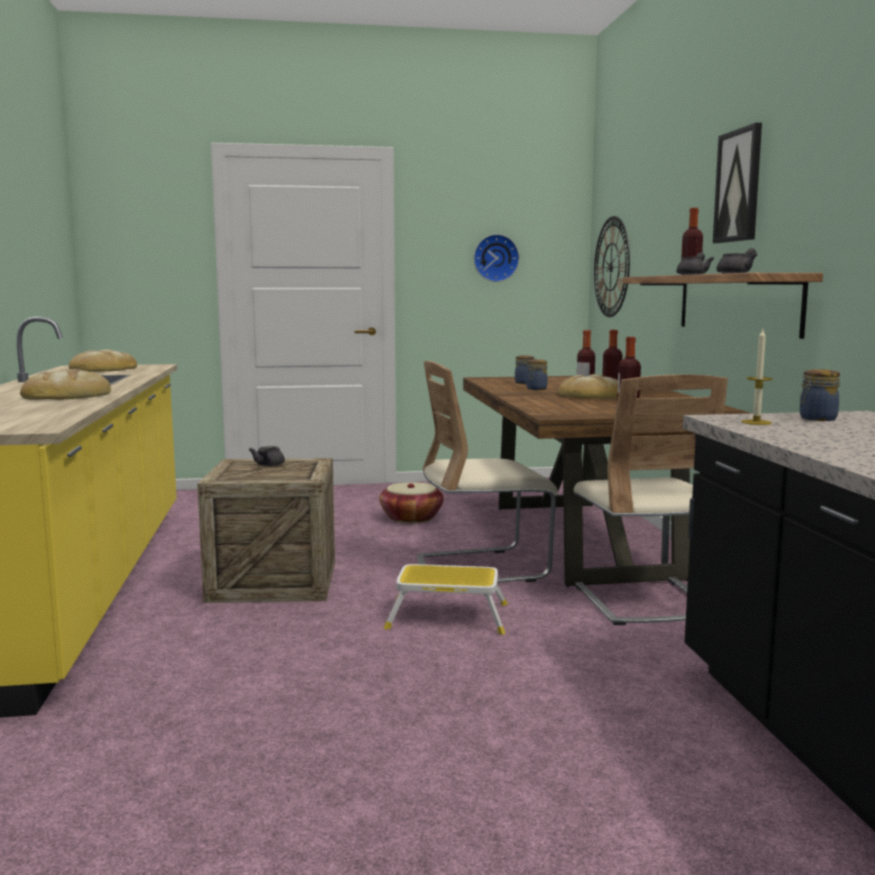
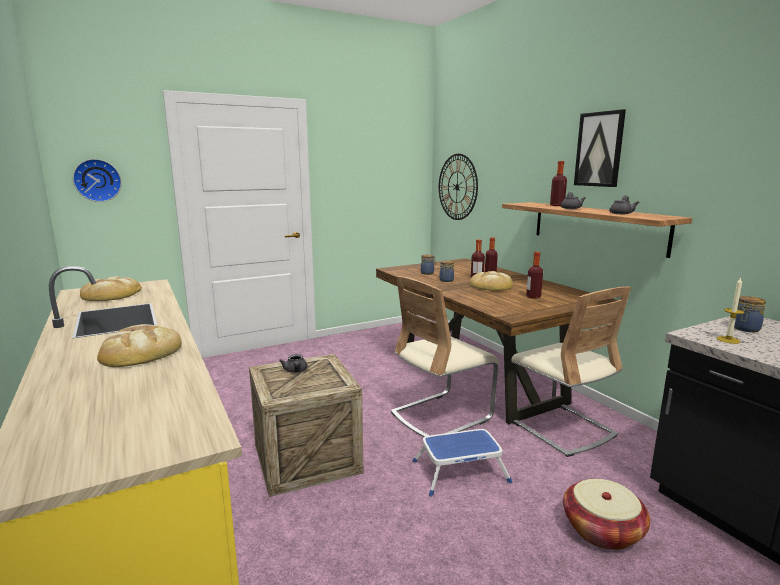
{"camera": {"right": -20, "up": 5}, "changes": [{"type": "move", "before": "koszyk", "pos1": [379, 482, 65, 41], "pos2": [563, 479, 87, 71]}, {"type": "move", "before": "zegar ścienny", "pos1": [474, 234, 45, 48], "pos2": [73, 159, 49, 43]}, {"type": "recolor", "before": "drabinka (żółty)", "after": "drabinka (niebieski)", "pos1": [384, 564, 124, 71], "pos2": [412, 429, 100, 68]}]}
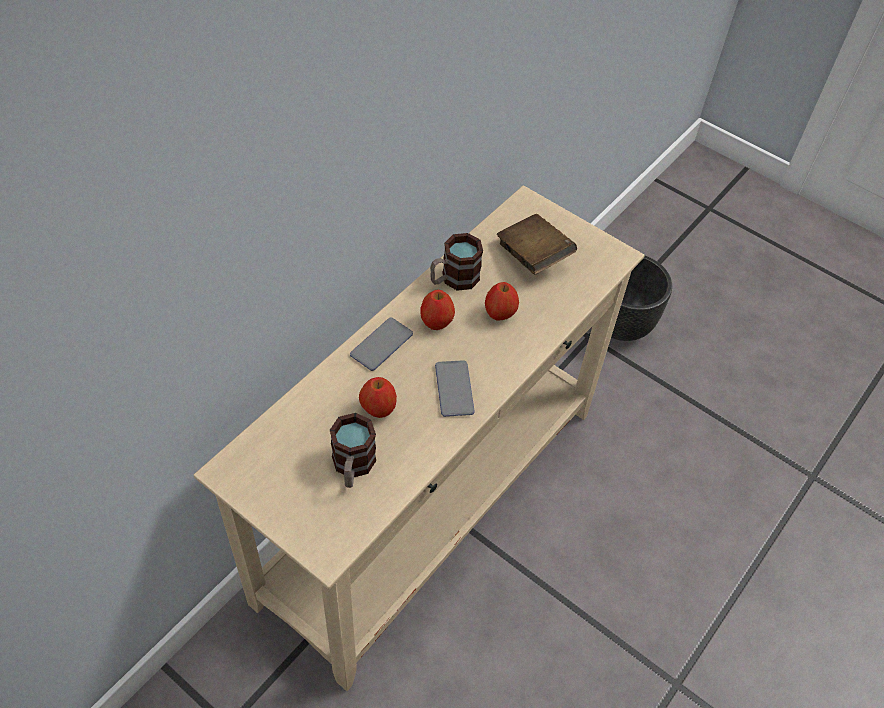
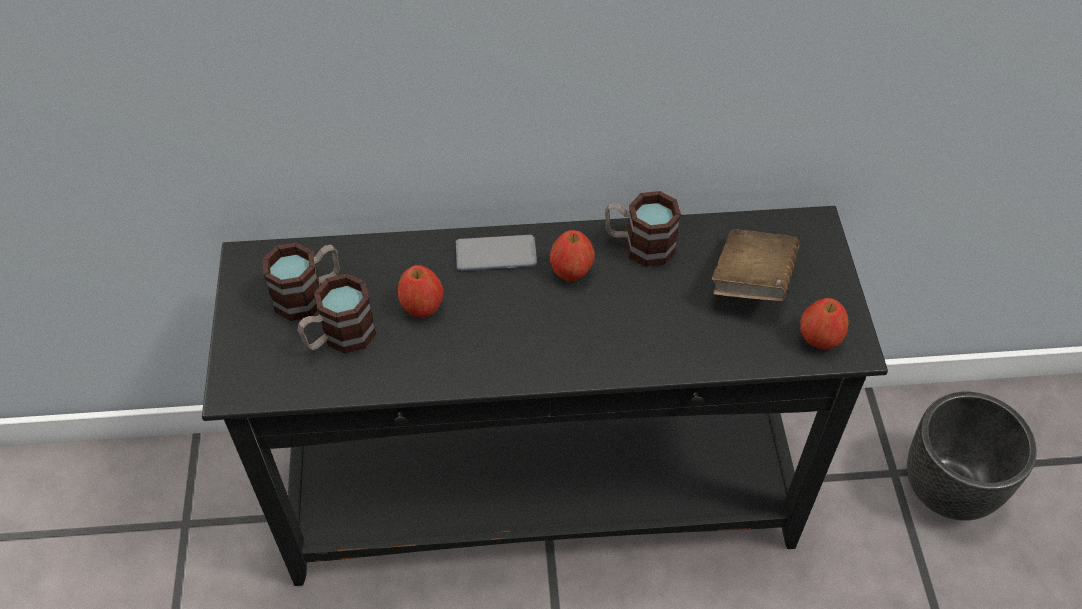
{"camera": {"right": 50, "up": 0}, "changes": [{"type": "delete", "before": "telefon", "pos1": [435, 360, 40, 57]}, {"type": "insert", "after": "kubek", "pos2": [262, 242, 78, 79]}, {"type": "move", "before": "jabłko", "pos1": [485, 282, 34, 38], "pos2": [800, 298, 49, 51]}, {"type": "recolor", "before": "stolik konsolowy (beżowy)", "after": "stolik konsolowy (czarny)", "pos1": [194, 185, 451, 506], "pos2": [202, 206, 686, 380]}]}
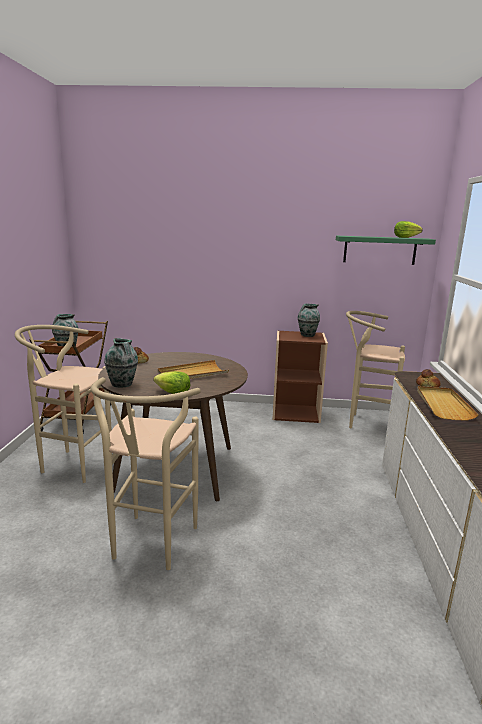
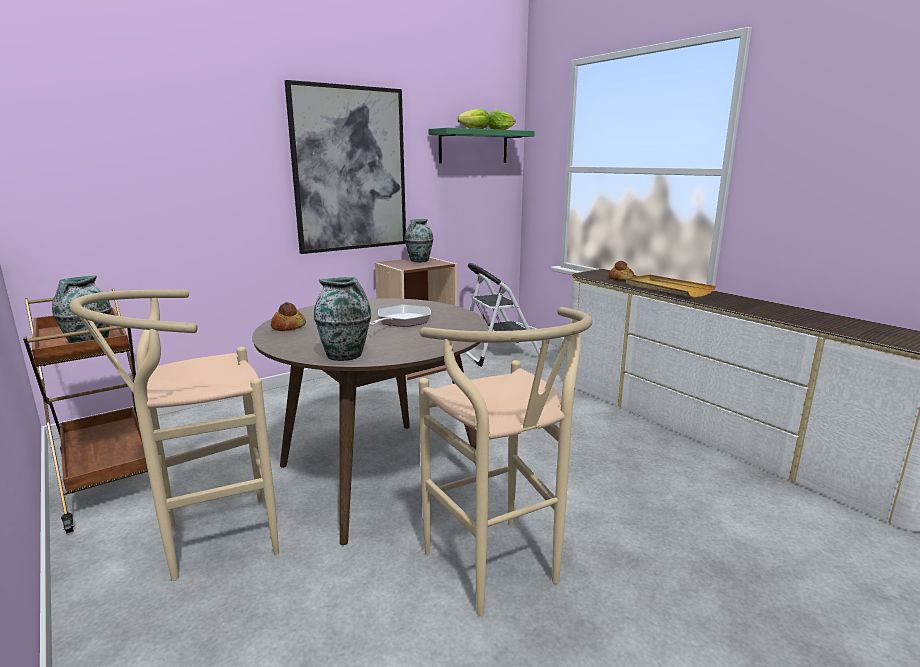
{"camera": {"right": -40, "up": 0}, "changes": [{"type": "insert", "after": "obraz", "pos2": [285, 80, 121, 174]}, {"type": "move", "before": "sałata", "pos1": [154, 371, 36, 23], "pos2": [457, 109, 32, 20]}, {"type": "replace", "before": "taca (beżowy)", "after": "patelnia", "pos1": [158, 360, 71, 19], "pos2": [369, 304, 62, 23]}, {"type": "replace", "before": "stołek (beżowy)", "after": "drabinka", "pos1": [346, 311, 59, 117], "pos2": [465, 263, 75, 104]}]}
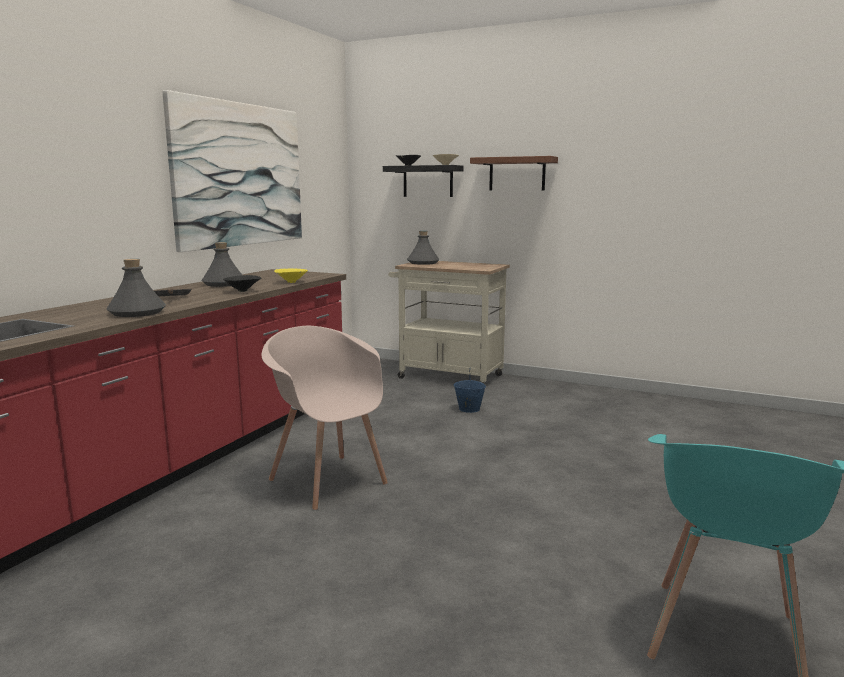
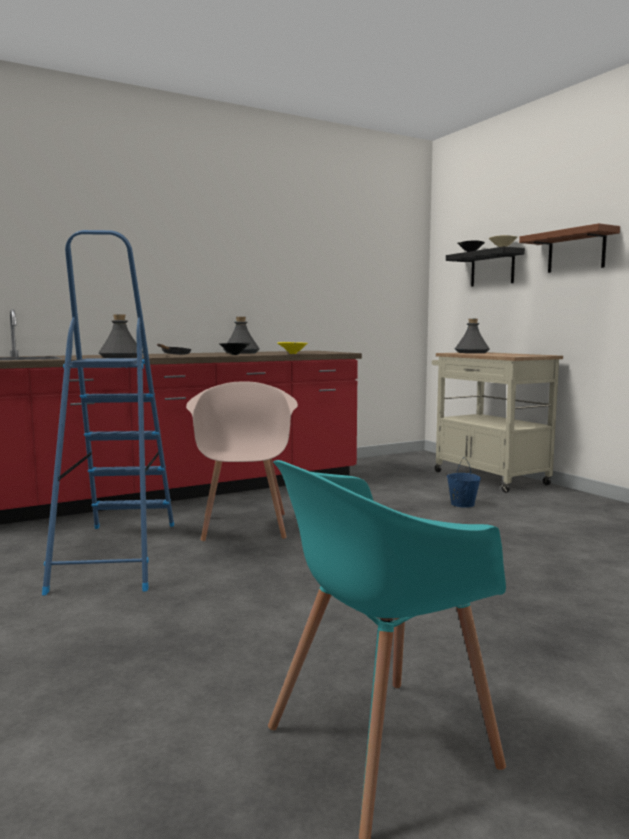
{"camera": {"right": 35, "up": -5}, "changes": [{"type": "delete", "before": "obraz", "pos1": [162, 90, 140, 162]}, {"type": "insert", "after": "drabinka (niebieski)", "pos2": [42, 230, 132, 365]}]}
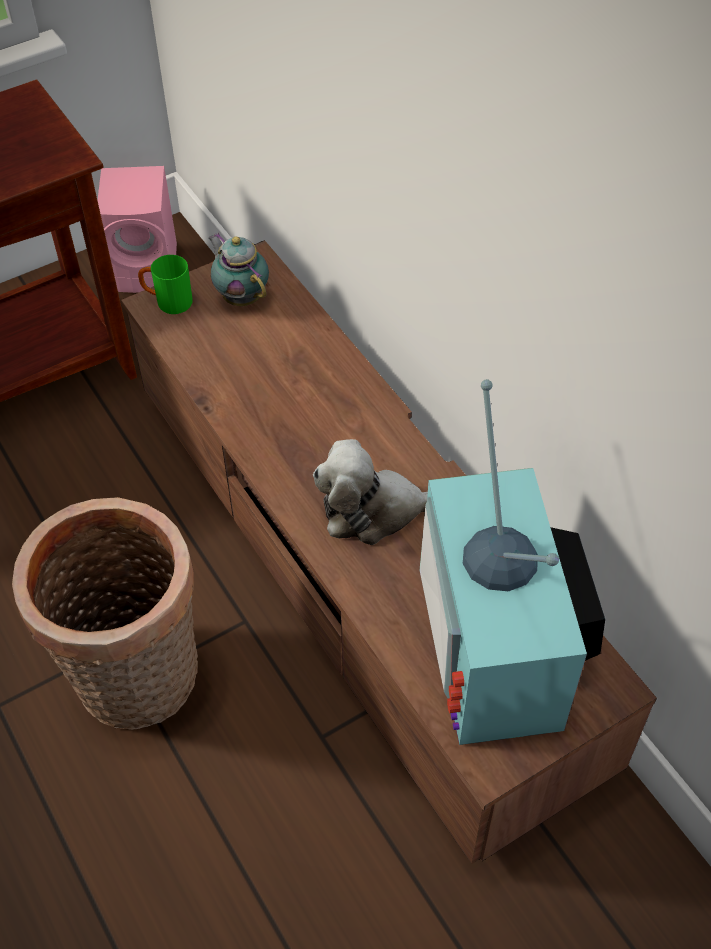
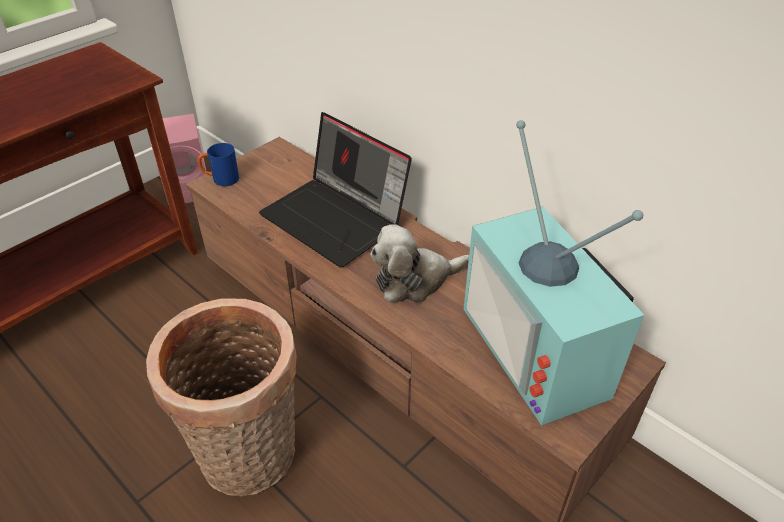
{"camera": {"right": -15, "up": -10}, "changes": [{"type": "delete", "before": "imbryk", "pos1": [209, 233, 60, 73]}, {"type": "insert", "after": "laptop", "pos2": [259, 112, 153, 155]}, {"type": "recolor", "before": "kubek (zielony)", "after": "kubek (niebieski)", "pos1": [138, 255, 55, 59], "pos2": [198, 143, 41, 44]}]}
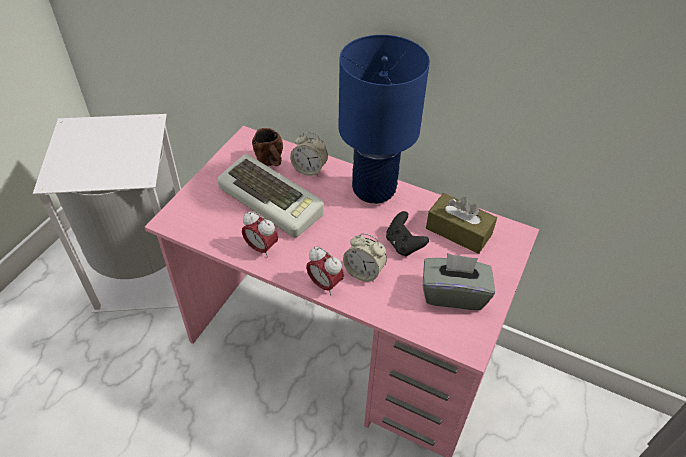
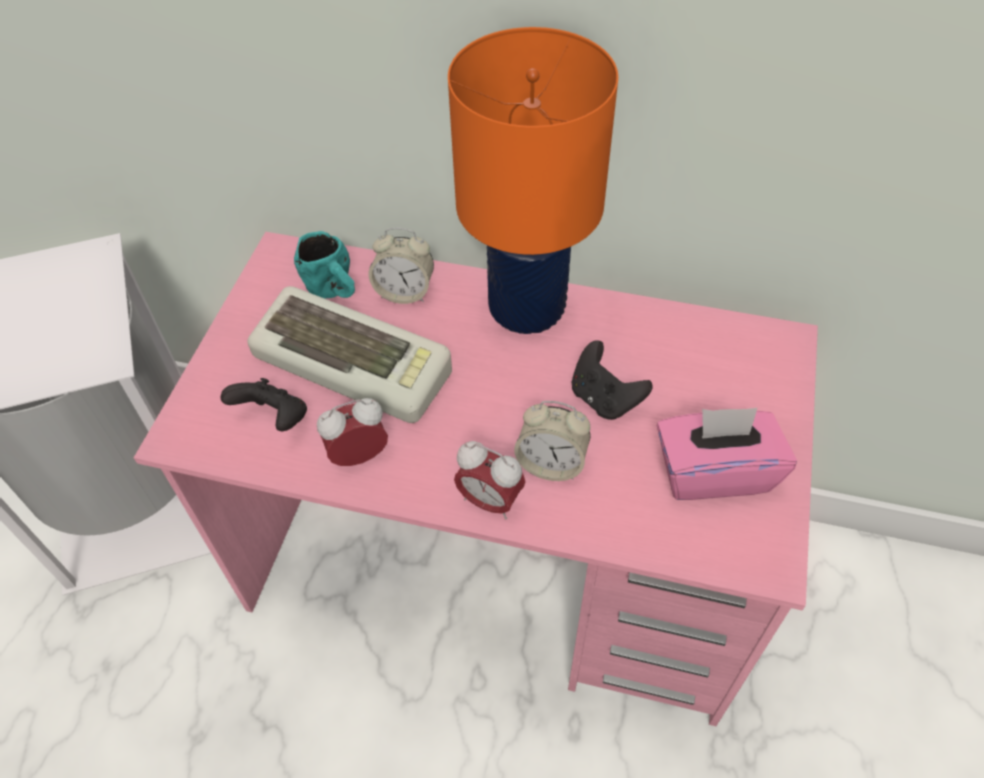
{"camera": {"right": -10, "up": 5}, "changes": [{"type": "delete", "before": "pudełko chusteczek (brązowy)", "pos1": [426, 193, 71, 61]}, {"type": "insert", "after": "pad do gier (czarny)", "pos2": [221, 378, 86, 53]}, {"type": "recolor", "before": "kubek (brązowy)", "after": "kubek (turkusowy)", "pos1": [252, 128, 31, 38], "pos2": [294, 231, 61, 68]}, {"type": "recolor", "before": "lampa stołowa (niebieski)", "after": "lampa stołowa (pomarańczowy)", "pos1": [338, 35, 92, 169], "pos2": [448, 27, 170, 307]}, {"type": "recolor", "before": "pudełko chusteczek (szary)", "after": "pudełko chusteczek (różowy)", "pos1": [423, 253, 72, 57], "pos2": [657, 408, 140, 92]}, {"type": "rotate", "before": "budzik", "pos1": [242, 211, 36, 47], "pos2": [317, 398, 71, 68], "turn": 135}]}
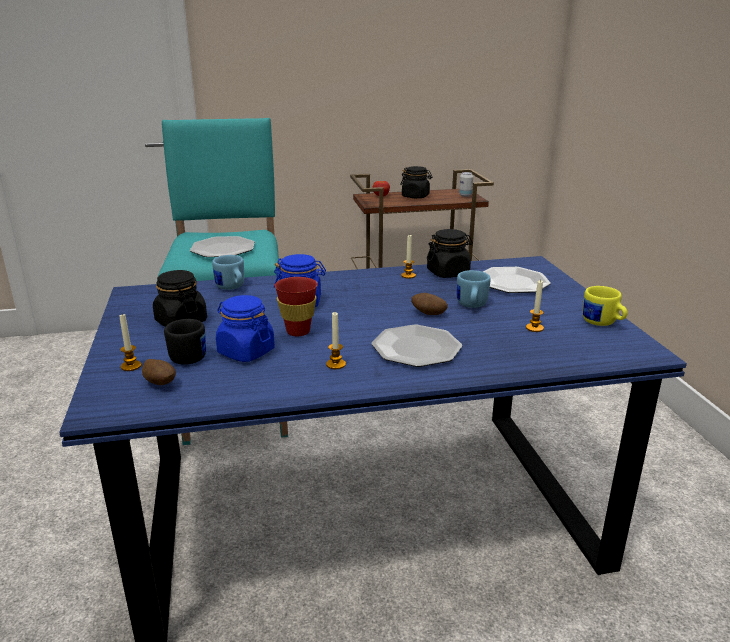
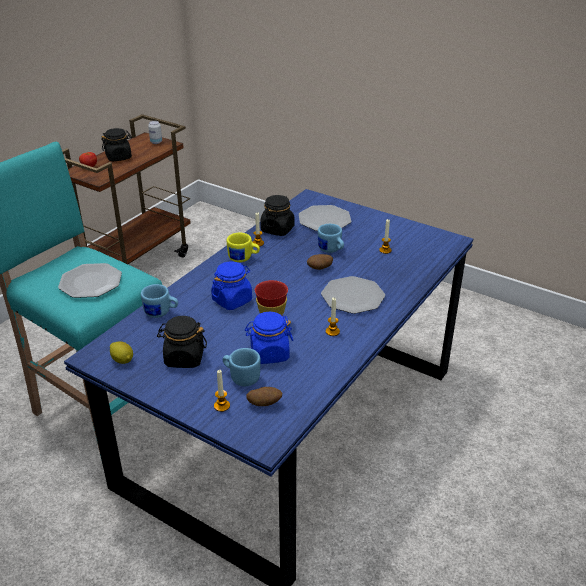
{"camera": {"right": -45, "up": 10}, "changes": [{"type": "insert", "after": "cytryna", "pos2": [110, 342, 23, 22]}, {"type": "move", "before": "kubek (żółty)", "pos1": [583, 286, 45, 40], "pos2": [227, 233, 33, 29]}, {"type": "recolor", "before": "kubek (czarny)", "after": "kubek (niebieski)", "pos1": [164, 319, 42, 46], "pos2": [223, 348, 38, 38]}]}
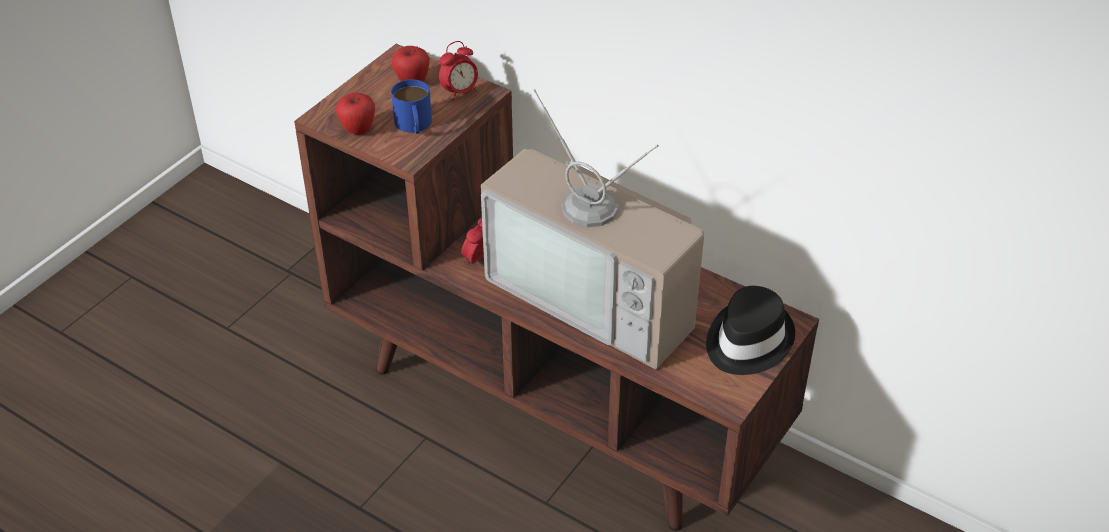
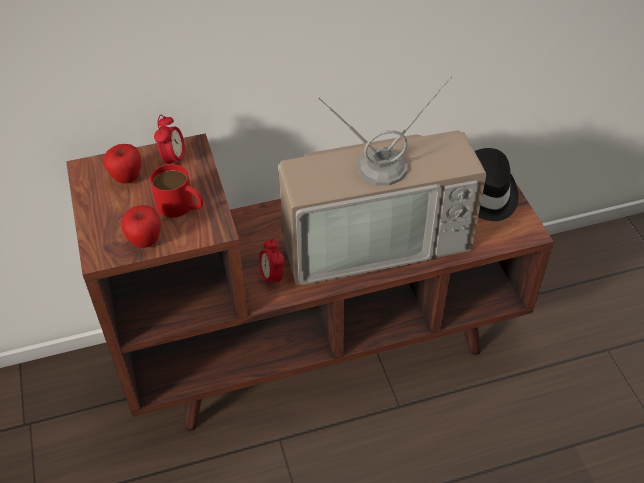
{"camera": {"right": -50, "up": 5}, "changes": [{"type": "recolor", "before": "kubek (niebieski)", "after": "kubek (czerwony)", "pos1": [391, 79, 41, 55], "pos2": [150, 164, 53, 53]}]}
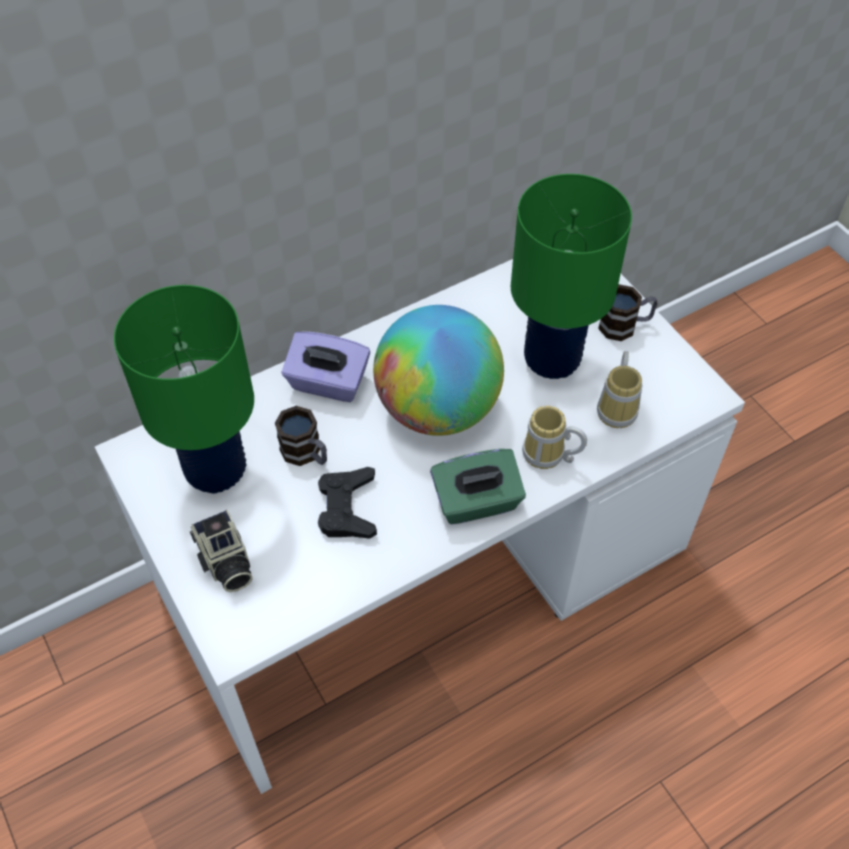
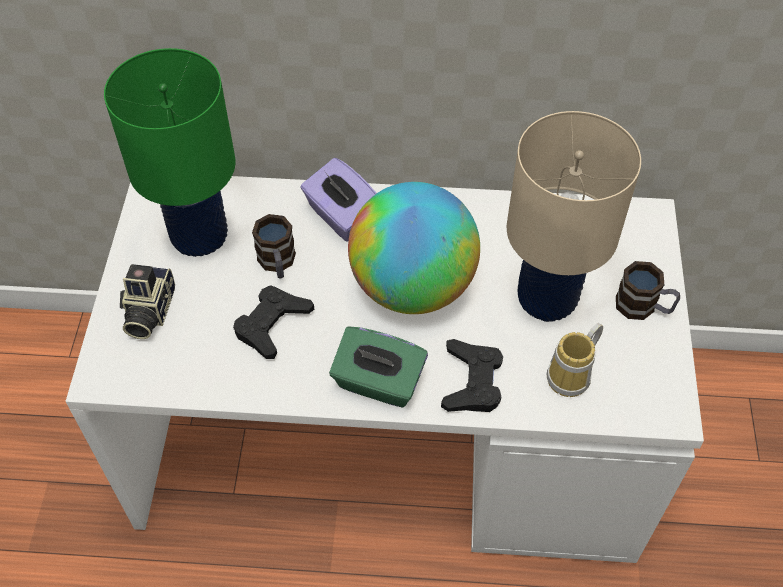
{"camera": {"right": 35, "up": 0}, "changes": [{"type": "replace", "before": "kubek", "after": "pad do gier (czarny)", "pos1": [522, 406, 65, 63], "pos2": [441, 339, 62, 73]}, {"type": "recolor", "before": "lampa stołowa (zielony)", "after": "lampa stołowa (beżowy)", "pos1": [511, 174, 121, 205], "pos2": [507, 111, 134, 211]}]}
